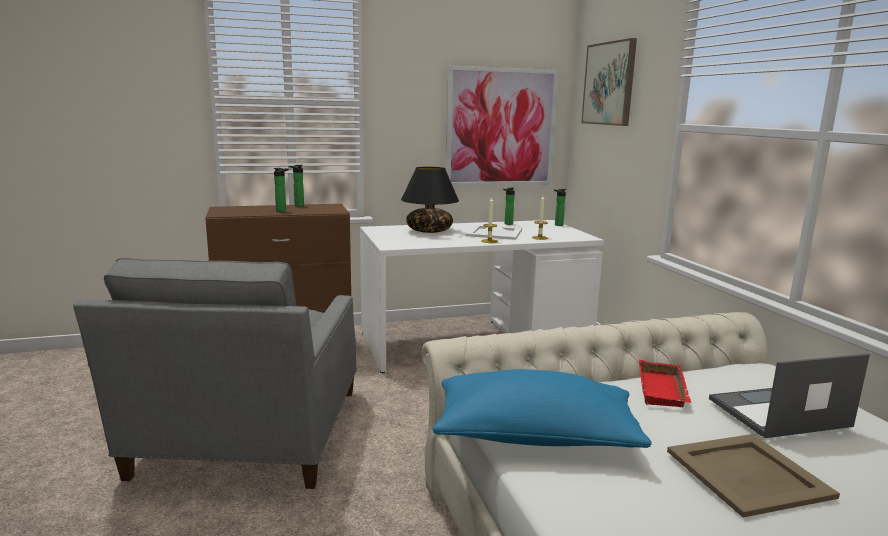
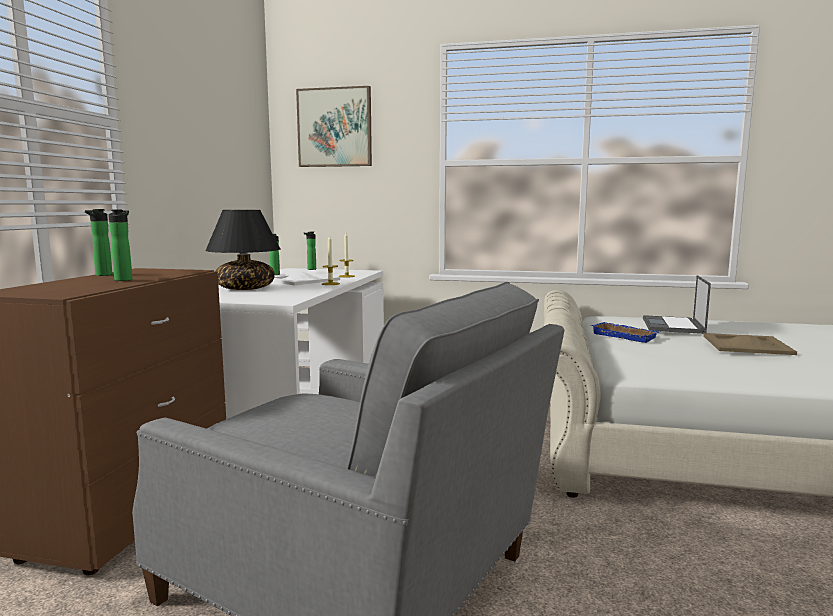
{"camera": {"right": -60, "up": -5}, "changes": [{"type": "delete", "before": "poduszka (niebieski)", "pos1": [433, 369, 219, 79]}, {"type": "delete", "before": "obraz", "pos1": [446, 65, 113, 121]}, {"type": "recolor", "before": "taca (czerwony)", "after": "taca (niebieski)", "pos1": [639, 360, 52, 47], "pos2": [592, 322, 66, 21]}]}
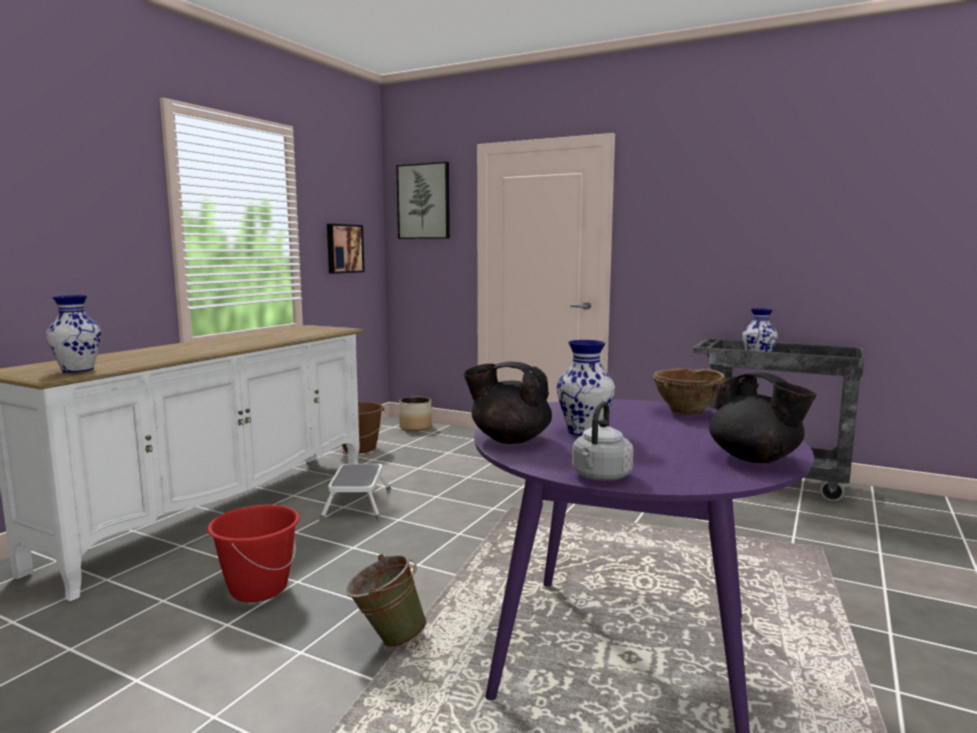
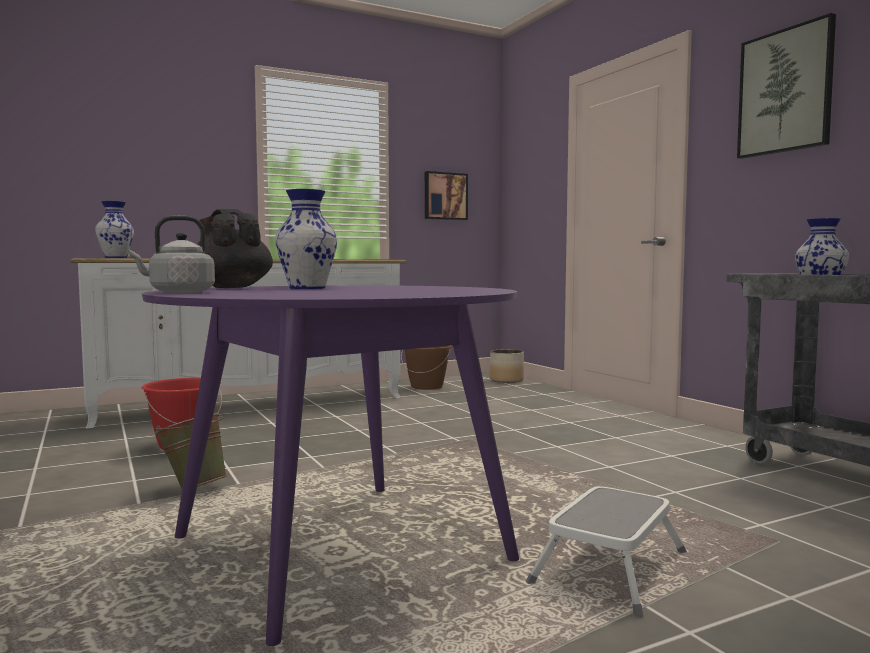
{"camera": {"right": 35, "up": -5}, "changes": [{"type": "delete", "before": "miska (brązowy)", "pos1": [652, 368, 74, 47]}, {"type": "delete", "before": "imbryk (czarny)", "pos1": [709, 372, 108, 91]}, {"type": "move", "before": "drabinka (szary)", "pos1": [319, 464, 72, 57], "pos2": [526, 486, 161, 131]}, {"type": "move", "before": "obraz", "pos1": [396, 162, 54, 77], "pos2": [737, 13, 99, 146]}]}
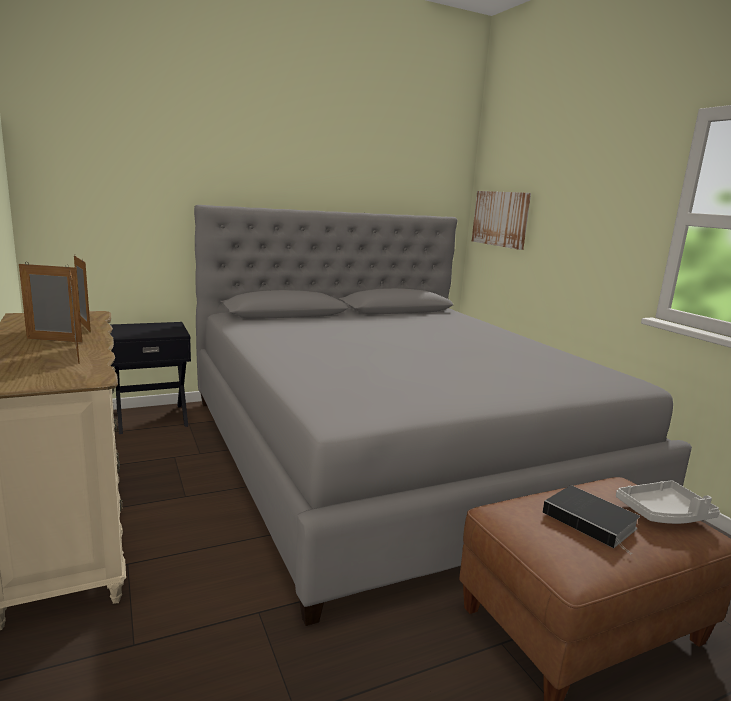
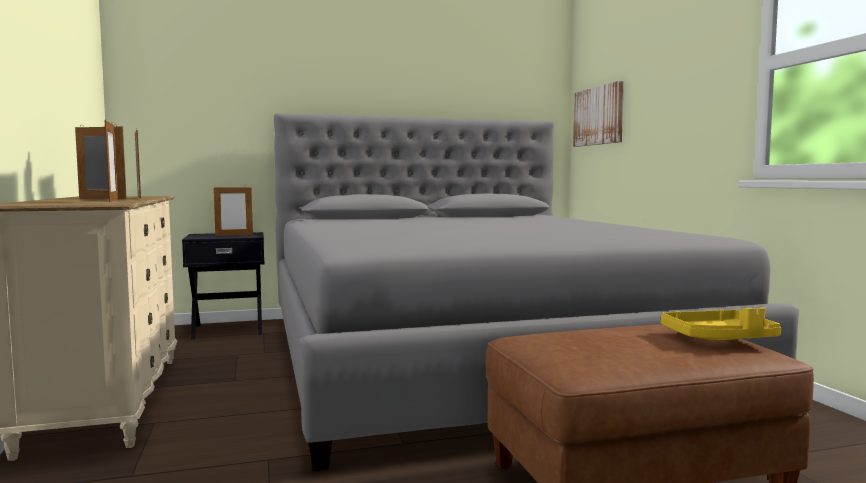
{"camera": {"right": 10, "up": -10}, "changes": [{"type": "delete", "before": "książka", "pos1": [542, 485, 98, 69]}, {"type": "insert", "after": "ramka na zdjęcie", "pos2": [214, 187, 39, 49]}, {"type": "recolor", "before": "taca (szary)", "after": "taca (żółty)", "pos1": [616, 480, 104, 44], "pos2": [661, 307, 120, 33]}]}
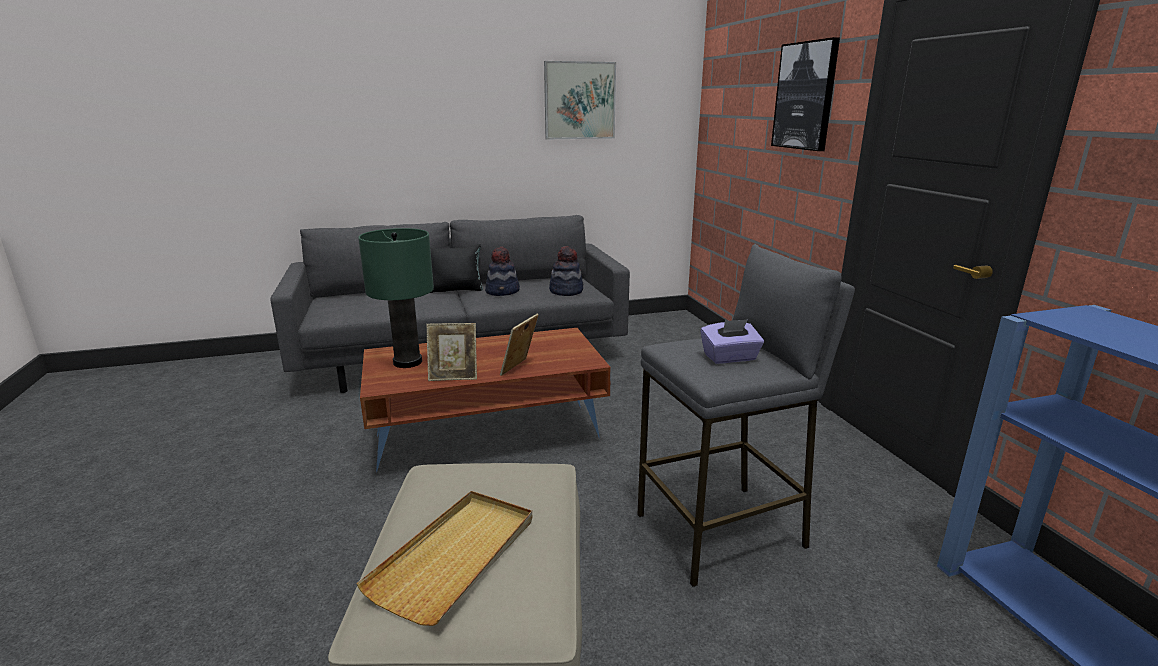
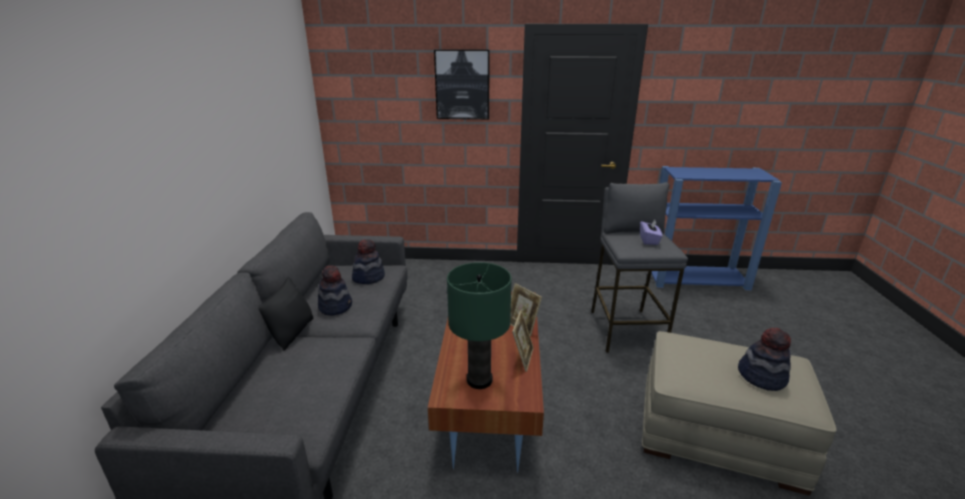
{"camera": {"right": -70, "up": 5}, "changes": [{"type": "delete", "before": "obraz", "pos1": [544, 61, 72, 79]}, {"type": "replace", "before": "taca (beżowy)", "after": "kapelusz", "pos1": [356, 491, 176, 135], "pos2": [738, 328, 53, 63]}]}
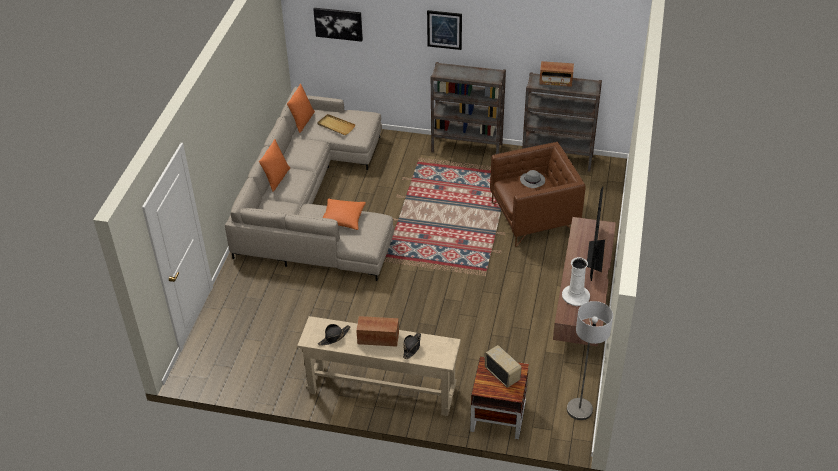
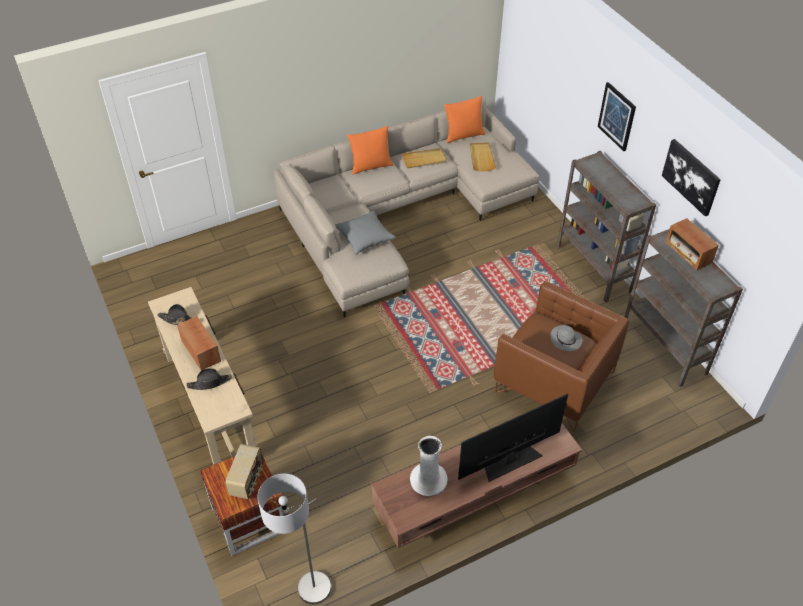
{"camera": {"right": 50, "up": 5}, "changes": [{"type": "insert", "after": "taca (beżowy)", "pos2": [402, 148, 45, 20]}, {"type": "move", "before": "obraz", "pos1": [313, 8, 50, 34], "pos2": [662, 139, 59, 77]}, {"type": "recolor", "before": "poduszka (pomarańczowy)", "after": "poduszka (szary)", "pos1": [323, 199, 43, 31], "pos2": [335, 211, 61, 44]}]}
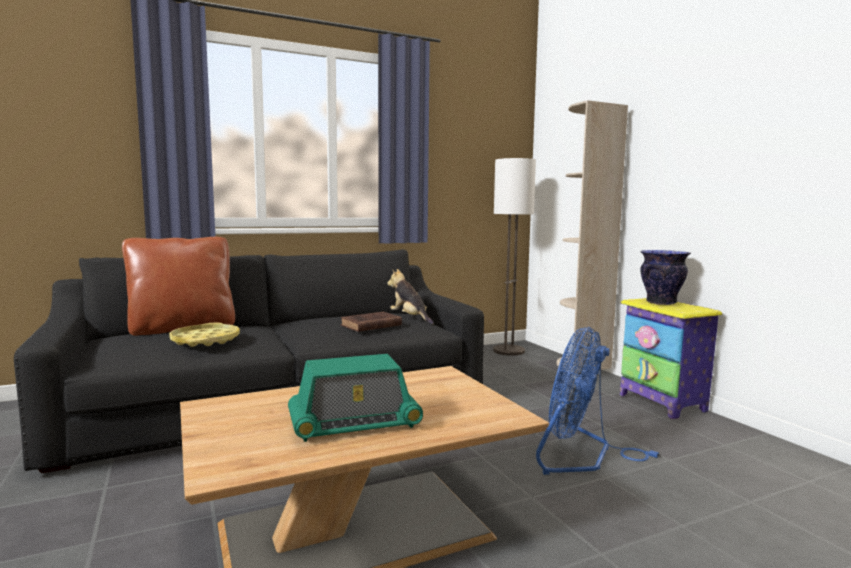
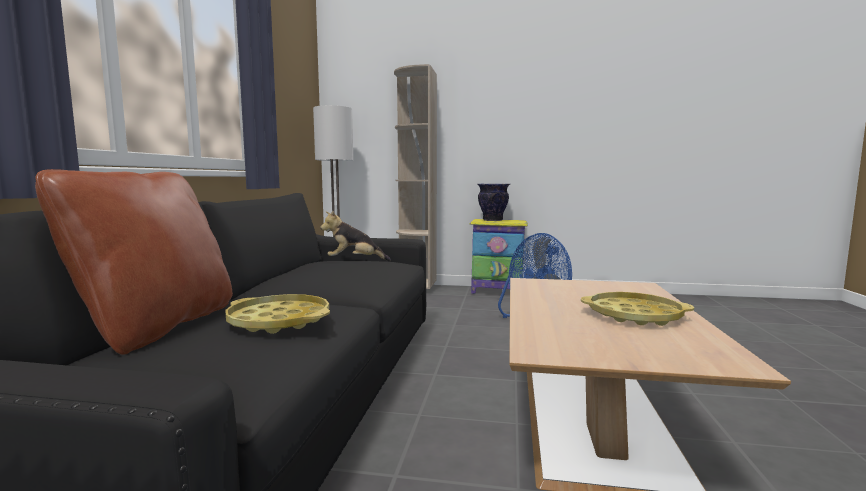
{"camera": {"right": -55, "up": 0}, "changes": [{"type": "delete", "before": "książka (brązowy)", "pos1": [341, 312, 61, 20]}, {"type": "replace", "before": "radio", "after": "taca (żółty)", "pos1": [288, 354, 135, 88], "pos2": [581, 292, 113, 34]}]}
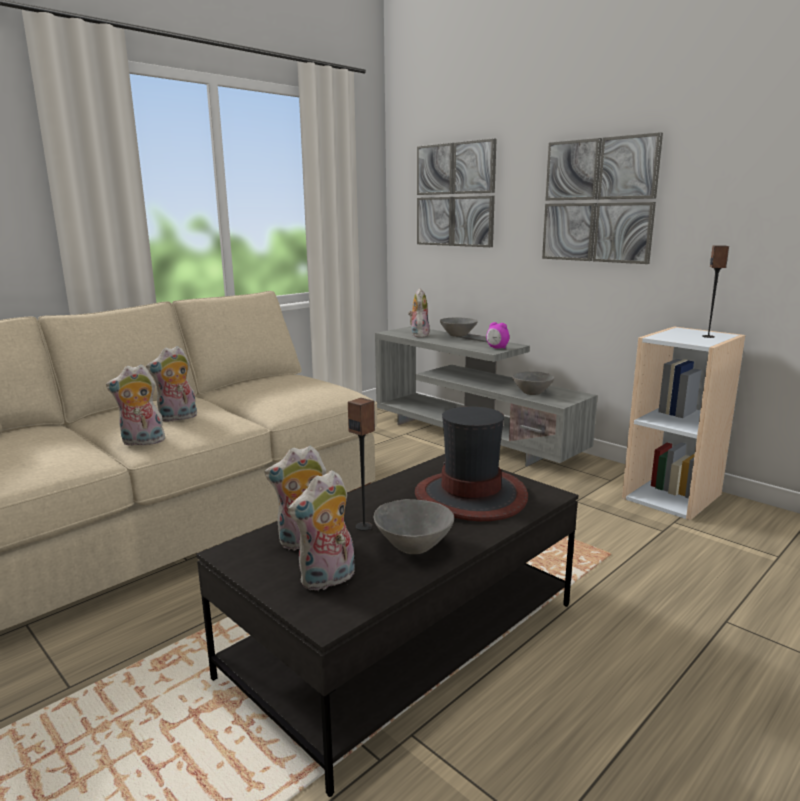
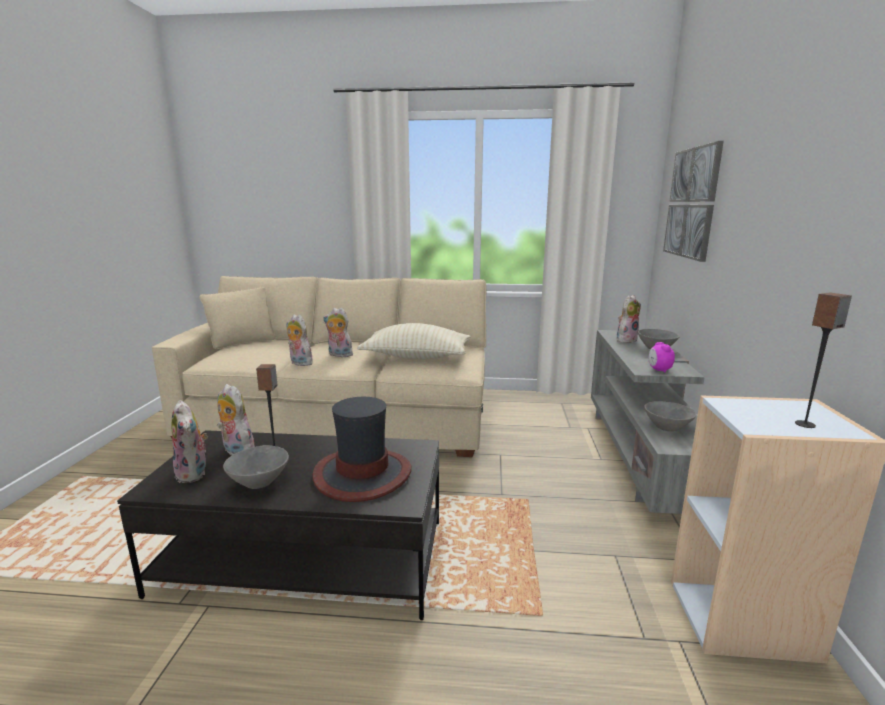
{"camera": {"right": 50, "up": 0}, "changes": [{"type": "delete", "before": "obraz", "pos1": [542, 132, 121, 132]}, {"type": "insert", "after": "poduszka (beżowy)", "pos2": [357, 323, 114, 36]}, {"type": "rotate", "before": "pluszak", "pos1": [288, 470, 67, 120], "pos2": [171, 400, 37, 83], "turn": -135}]}
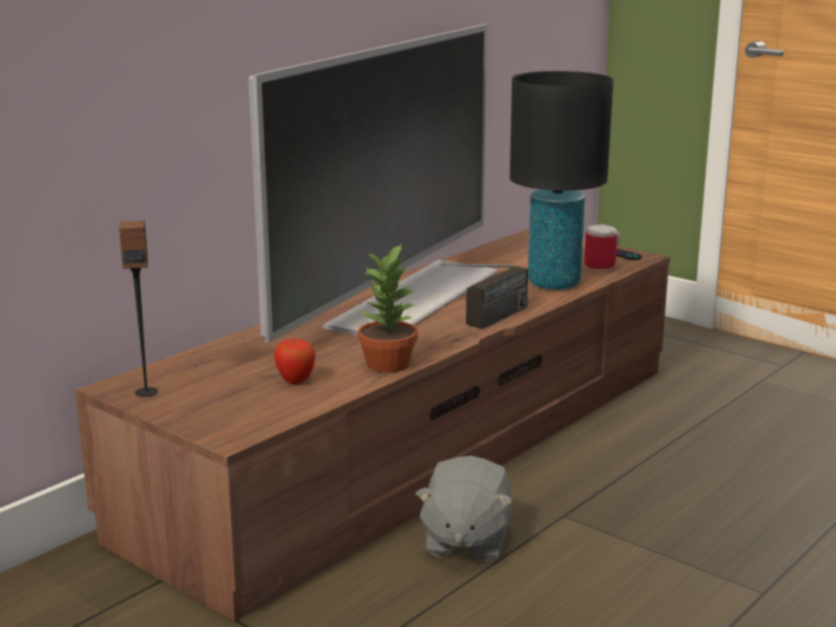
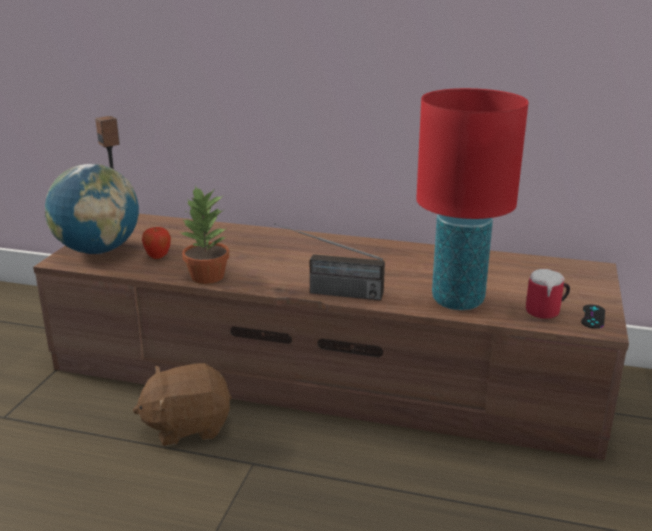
{"camera": {"right": 65, "up": 5}, "changes": [{"type": "delete", "before": "telewizor", "pos1": [248, 24, 250, 319]}, {"type": "insert", "after": "globus", "pos2": [45, 164, 94, 90]}, {"type": "recolor", "before": "pluszak (szary)", "after": "pluszak (brązowy)", "pos1": [415, 456, 98, 105], "pos2": [133, 363, 99, 83]}, {"type": "recolor", "before": "lampa stołowa (czarny)", "after": "lampa stołowa (czerwony)", "pos1": [510, 71, 104, 219], "pos2": [416, 88, 113, 222]}]}
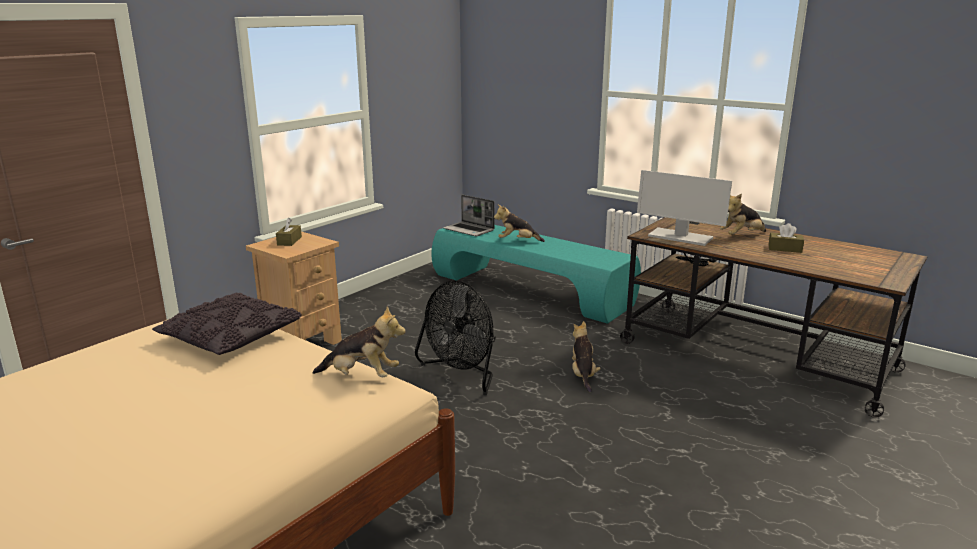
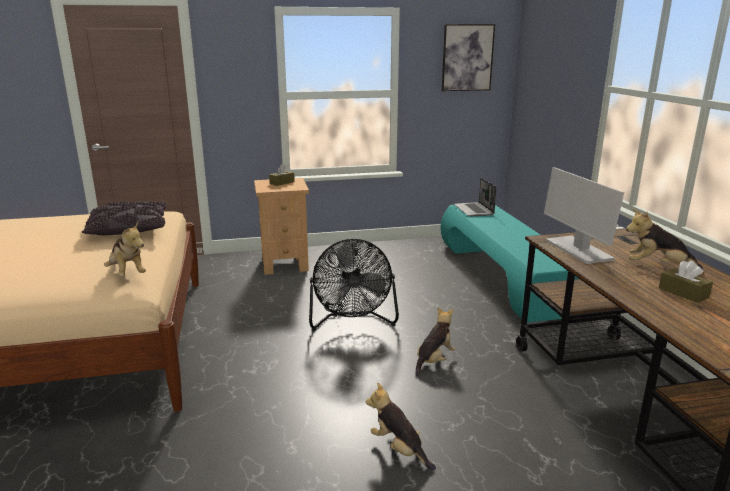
{"camera": {"right": 40, "up": 0}, "changes": [{"type": "insert", "after": "obraz", "pos2": [442, 24, 53, 67]}, {"type": "move", "before": "pluszak", "pos1": [494, 204, 51, 38], "pos2": [366, 383, 70, 88]}, {"type": "rotate", "before": "wentylator (czarny)", "pos1": [415, 280, 81, 115], "pos2": [309, 239, 90, 93], "turn": -90}]}
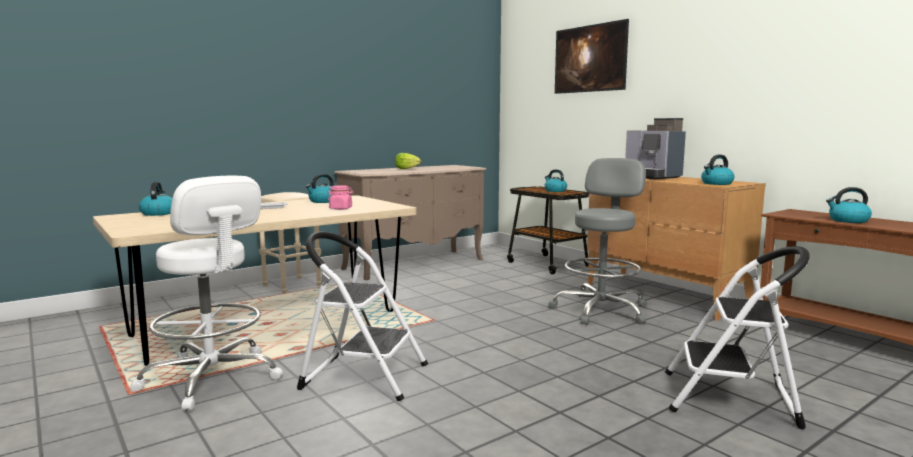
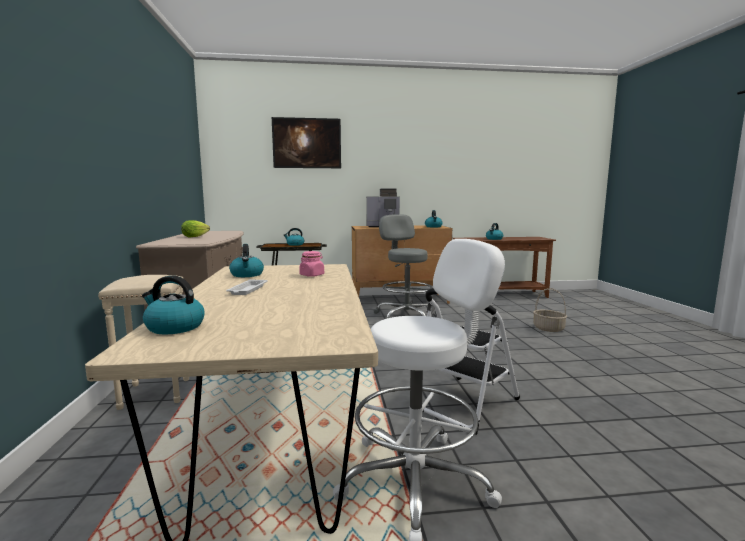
{"camera": {"right": -60, "up": 0}, "changes": [{"type": "replace", "before": "drabinka", "after": "koszyk", "pos1": [665, 246, 145, 183], "pos2": [533, 288, 34, 44]}]}
